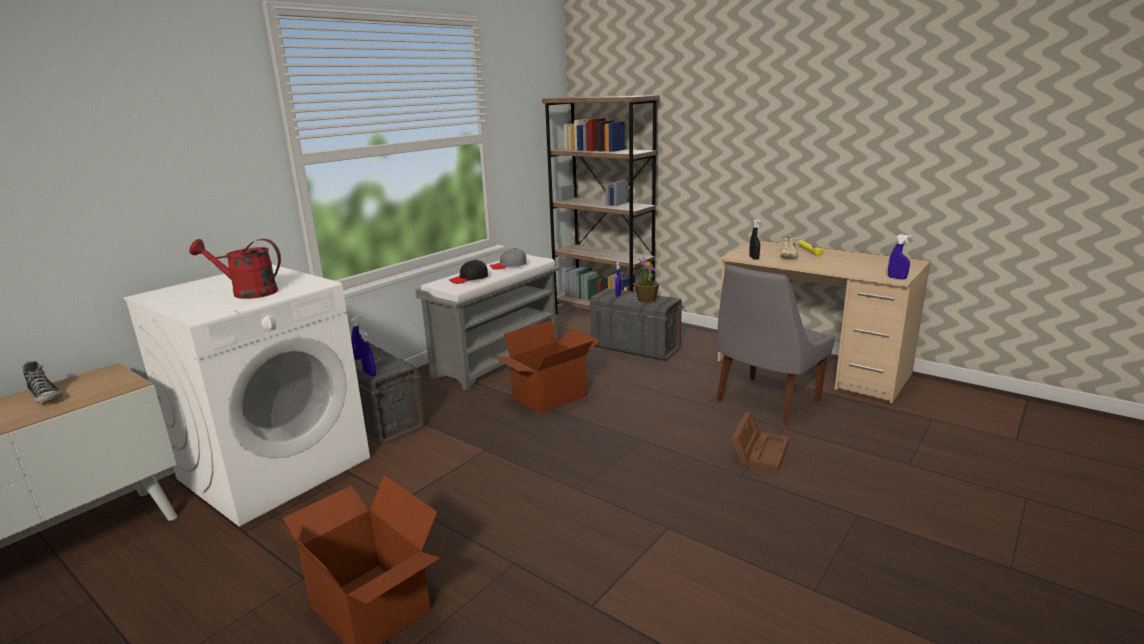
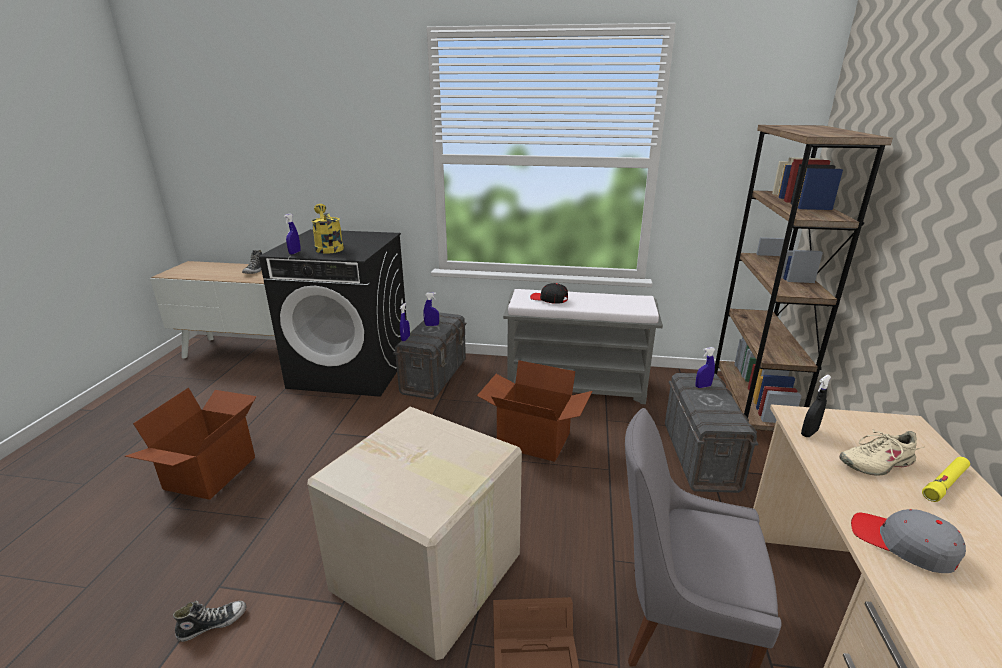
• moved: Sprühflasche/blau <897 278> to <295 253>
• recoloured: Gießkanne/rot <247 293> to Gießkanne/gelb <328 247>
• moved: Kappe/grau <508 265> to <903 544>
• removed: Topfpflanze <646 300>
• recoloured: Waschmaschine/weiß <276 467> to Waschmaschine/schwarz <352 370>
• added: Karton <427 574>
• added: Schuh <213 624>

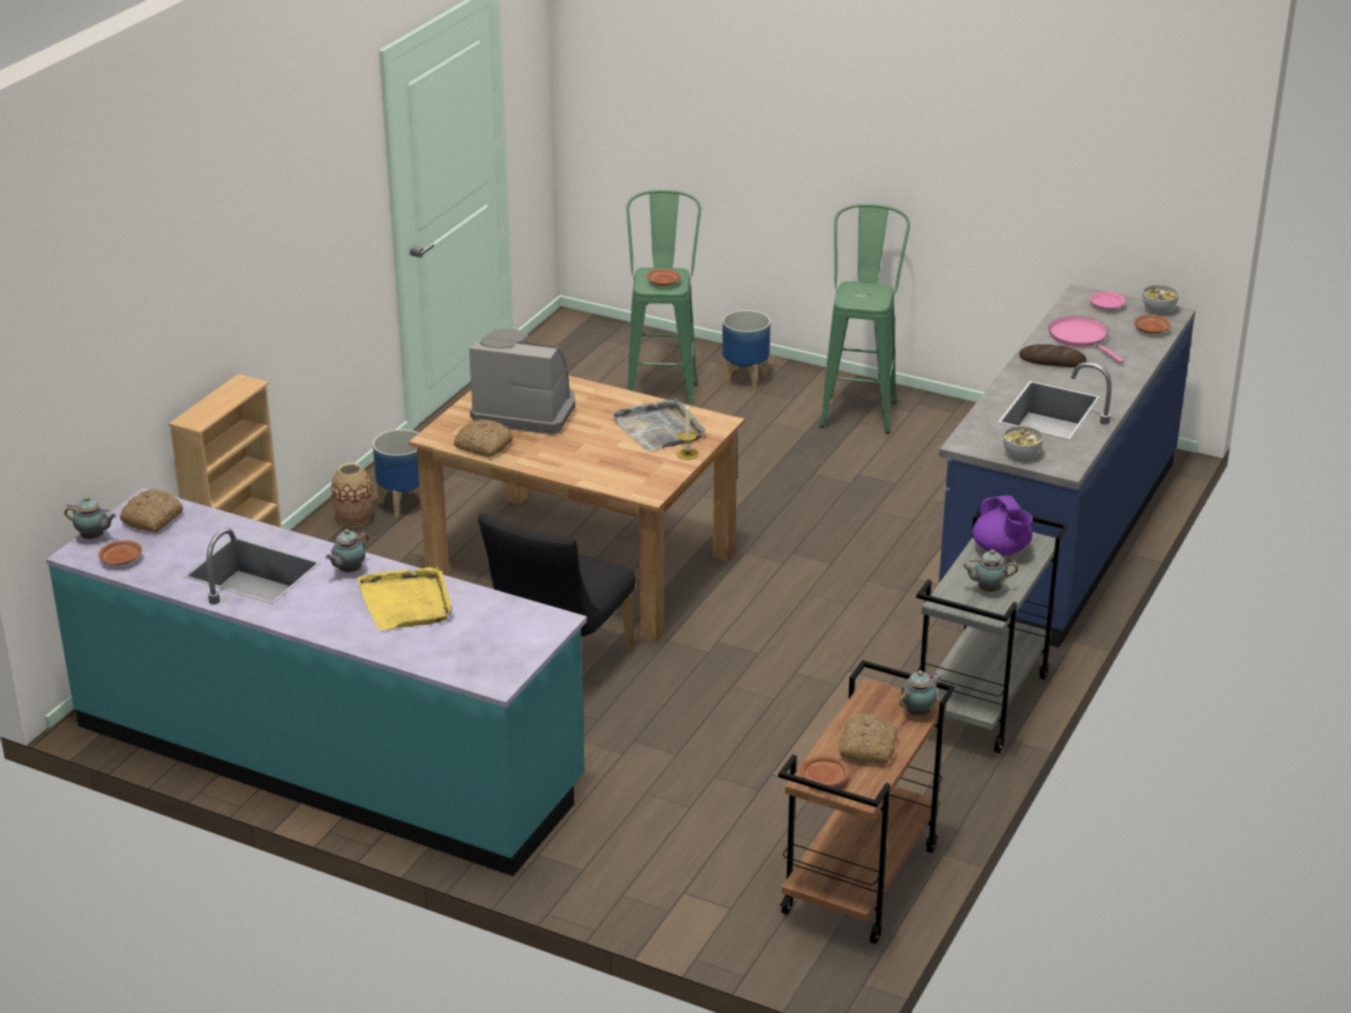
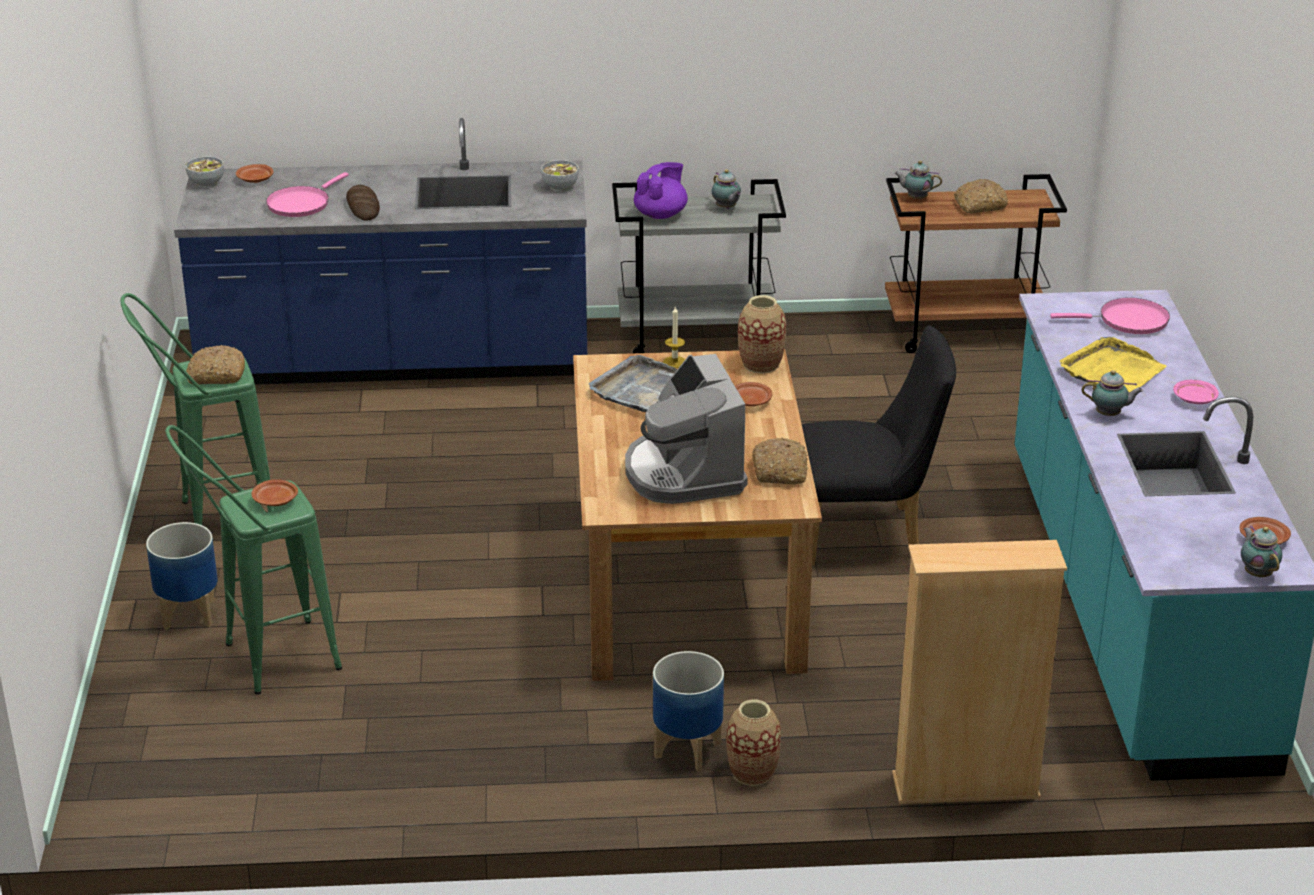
• moved: Teller/rosa <1106 306> to <1194 399>
• moved: Brot <152 518> to <216 375>
• moved: Teller/braun <824 778> to <750 401>
• added: Vase <761 364>
• added: Pfanne/rosa <1128 321>

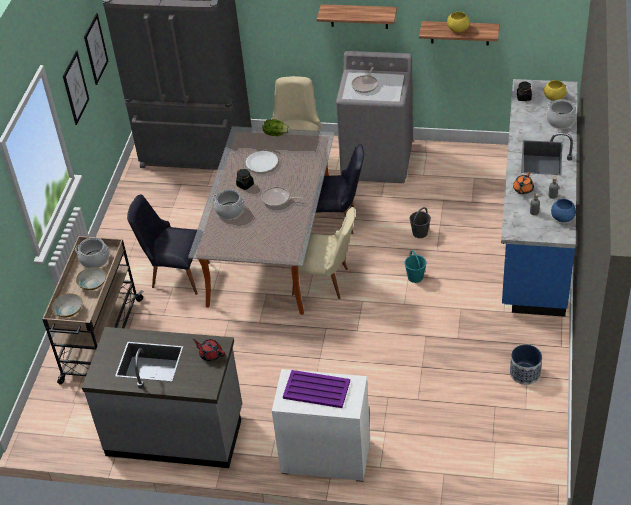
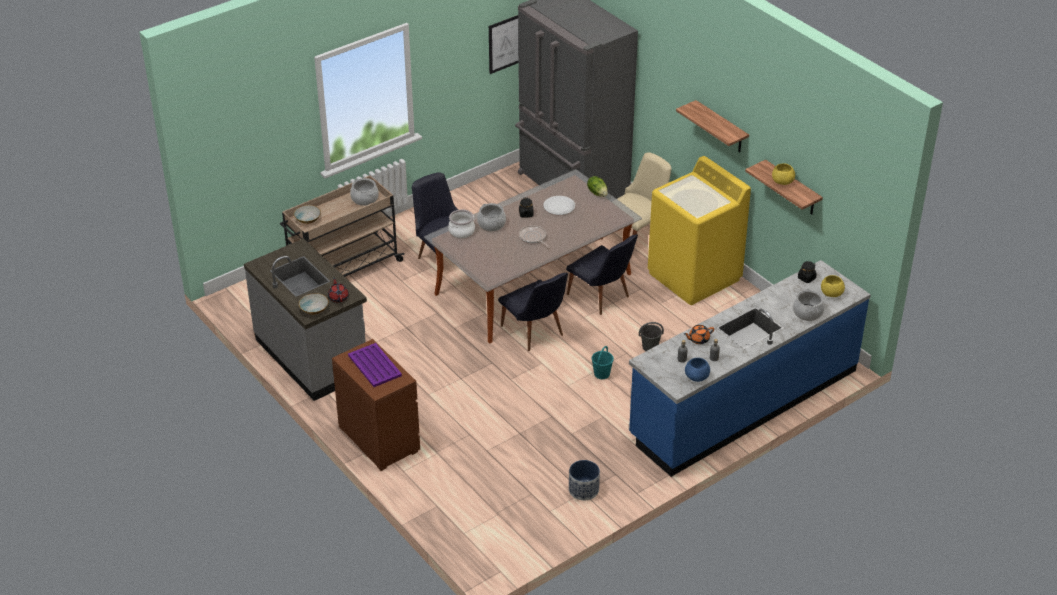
• removed: Bild <75 87>
• recoloured: Waschmaschine/grau <377 161> to Waschmaschine/gelb <694 277>
• removed: Pfanne <365 85>
• recoloured: Stuhl/beige <326 282> to Stuhl/schwarz <535 334>
• moved: Schüssel <92 284> to <314 309>
• recoloured: Kommode/weiß <325 457> to Kommode/braun <379 439>
• added: Kochtopf <461 231>

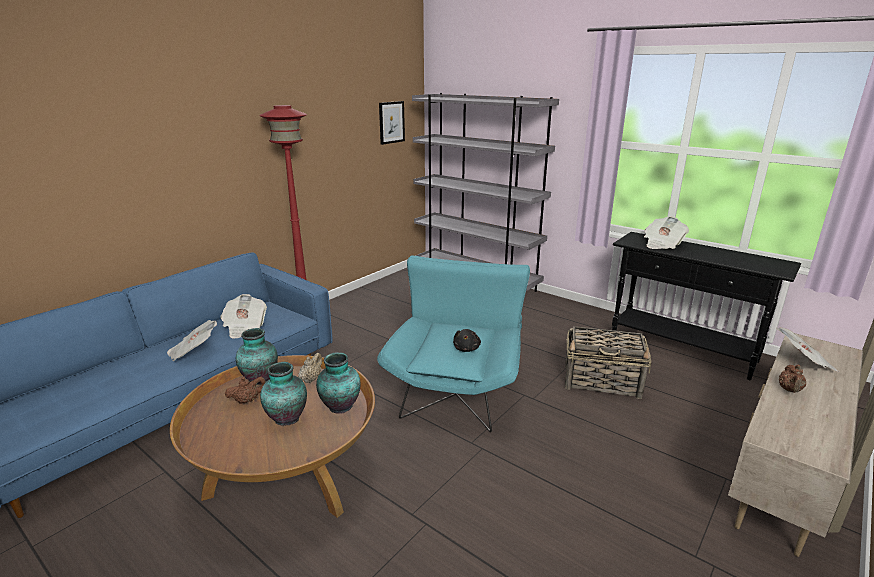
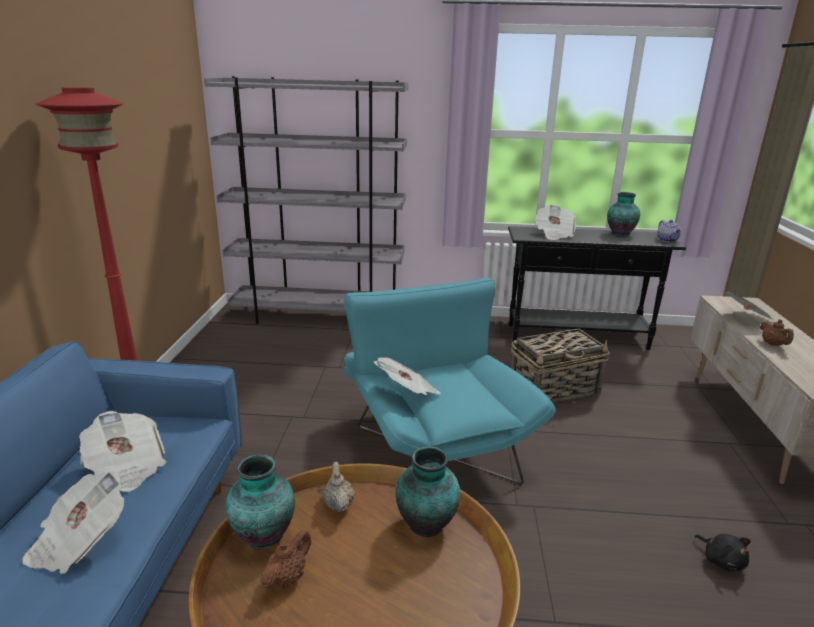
• removed: Bild <391 122>
• moved: Plüschtier/schwarz <466 348> to <721 560>
• moved: Vase <286 417> to <619 234>
• added: Teekanne <667 240>
• added: Zeitung <407 392>

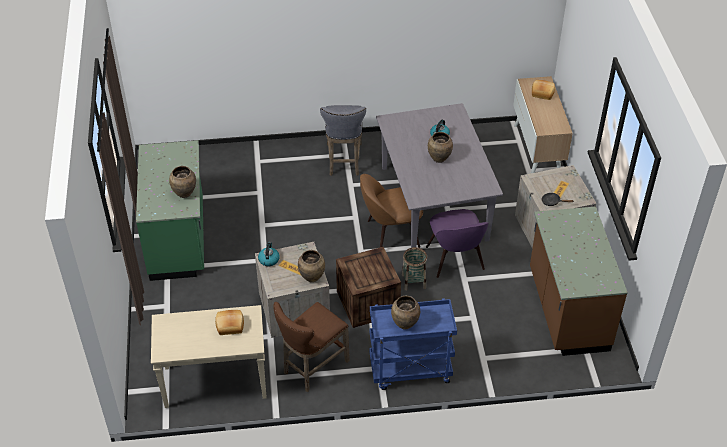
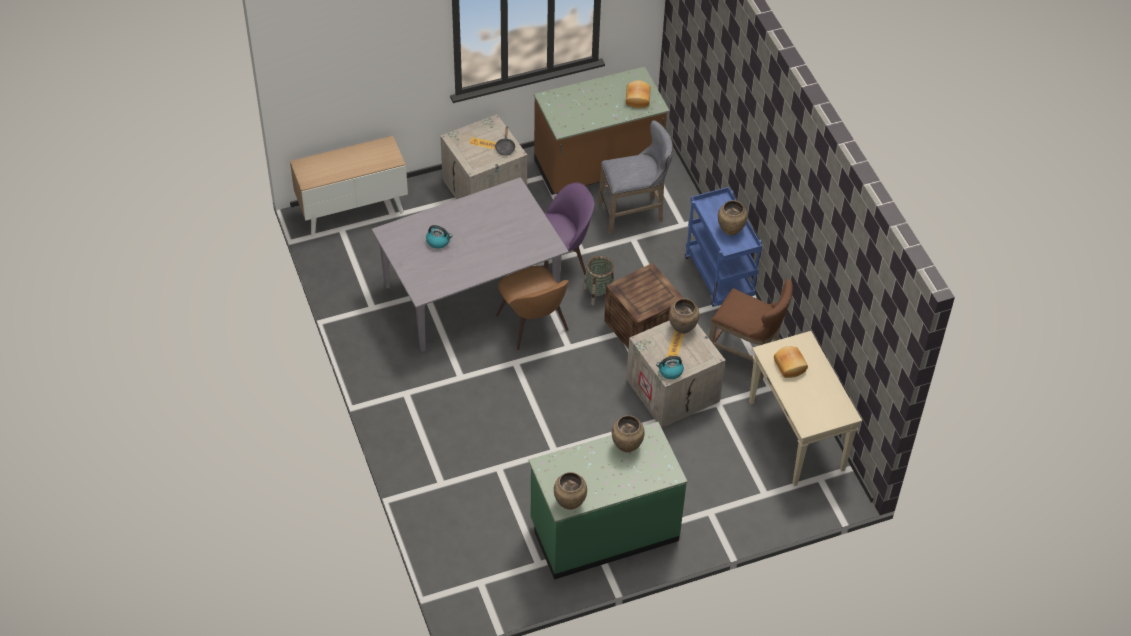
• moved: Brot <542 93> to <637 99>
• moved: Hocker/grau <344 161> to <634 213>
• moved: Vase/braun <439 158> to <570 503>

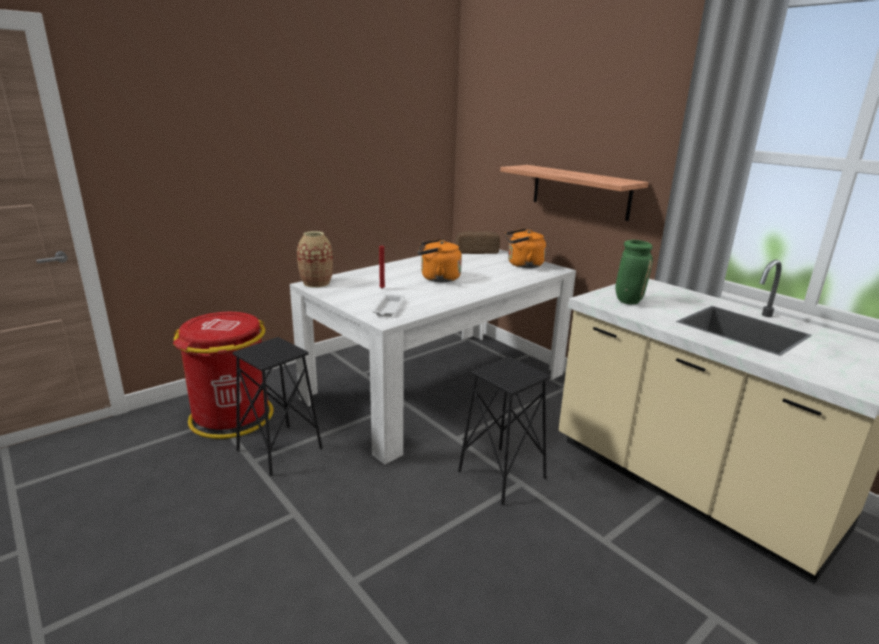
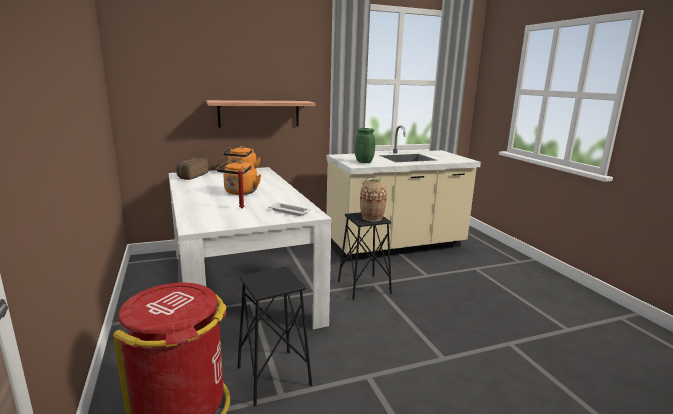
• moved: Vase <316 283> to <372 218>

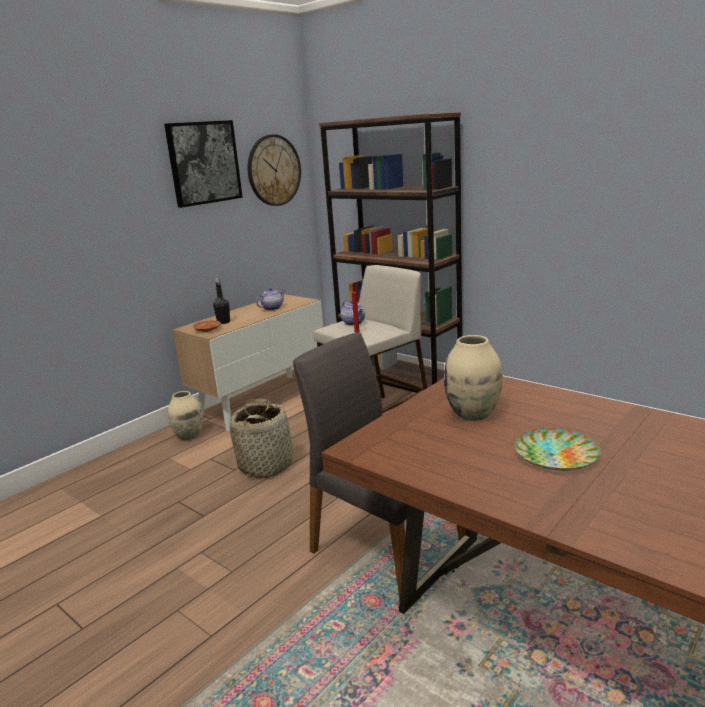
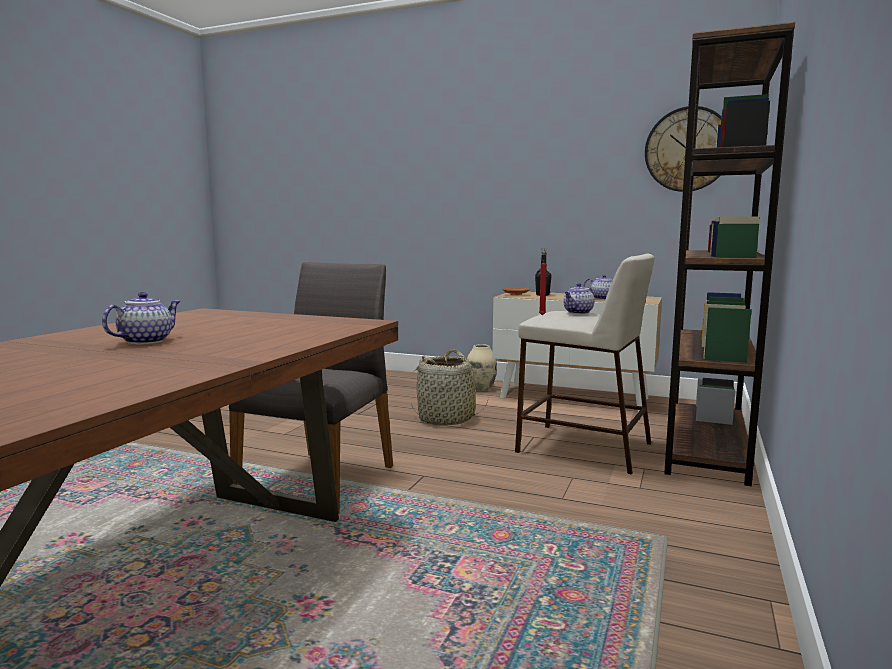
• removed: Bild <204 163>
• removed: Vase/beige <473 414>
• replaced: Teller <555 454> to Teekanne <146 341>

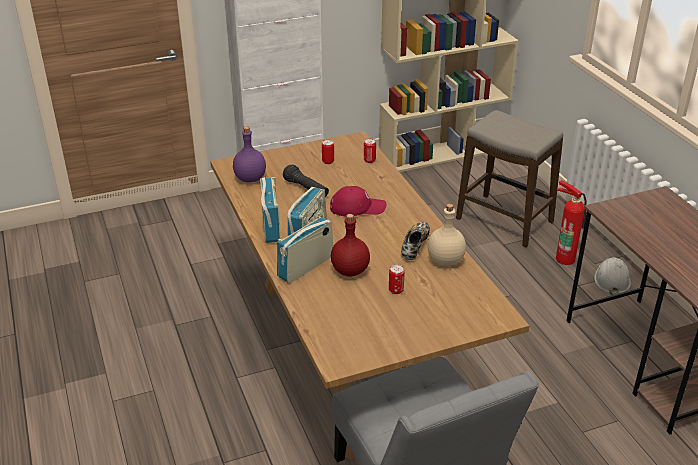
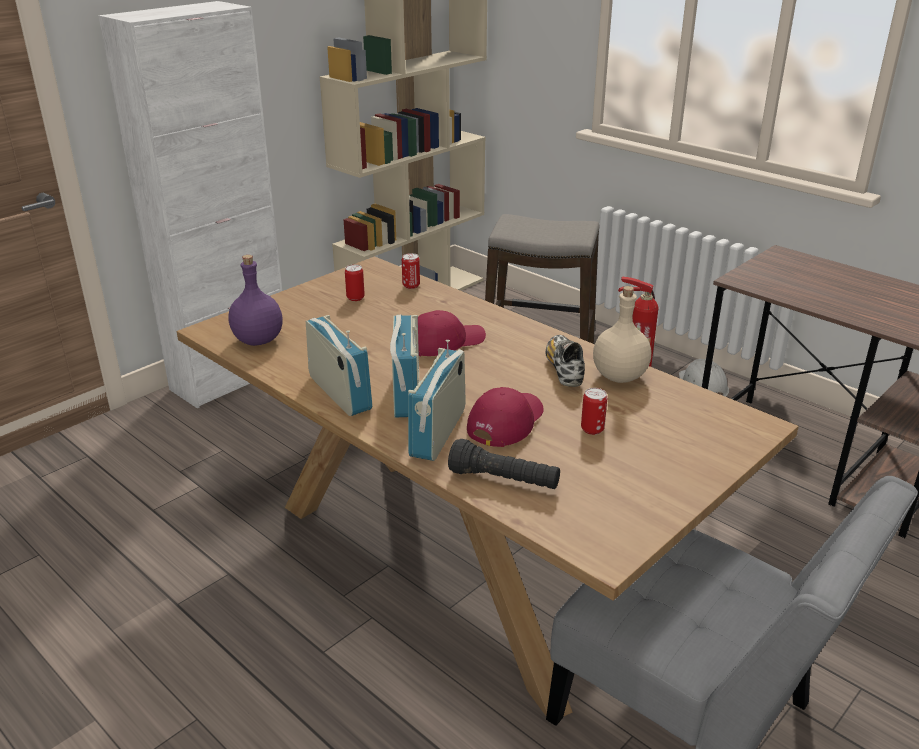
• moved: Taschenlampe/schwarz <306 189> to <504 480>
• replaced: Flasche/rot <349 271> to Kappe/rot <505 422>

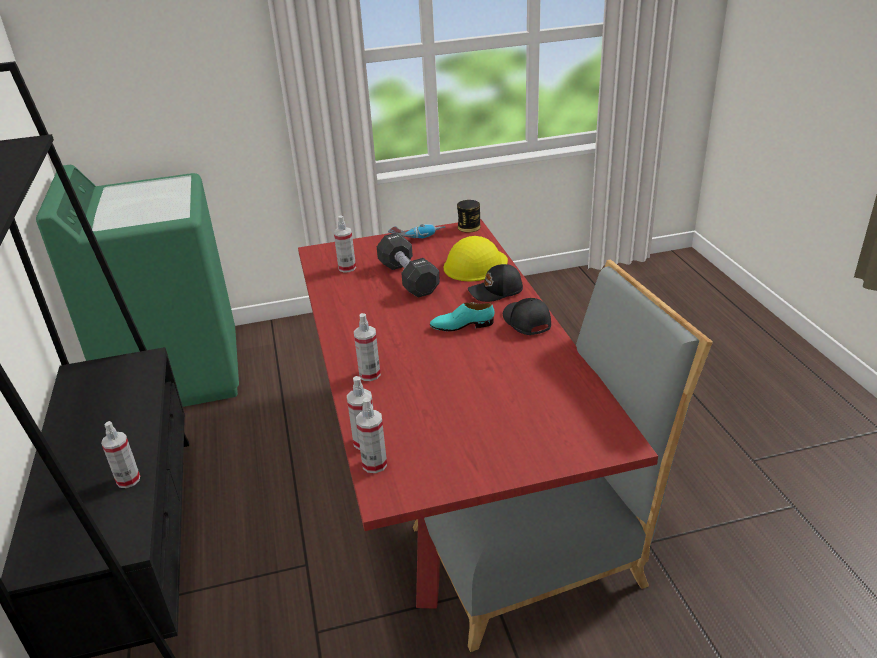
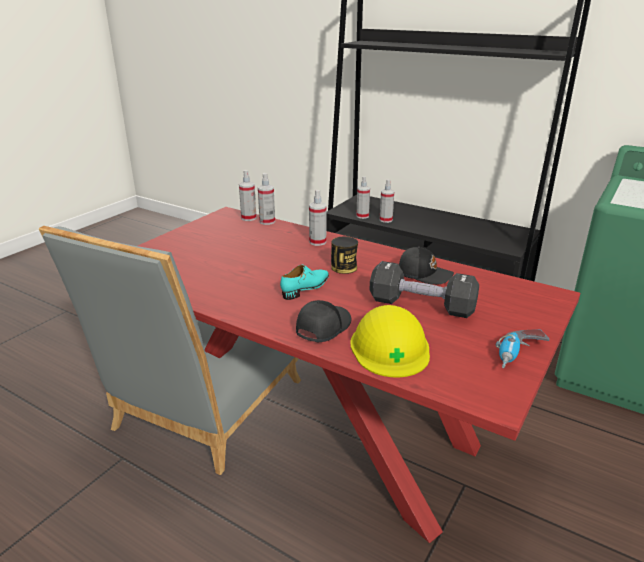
• moved: Dose <469 227> to <344 267>
• moved: Sprühflasche <347 268> to <362 216>
• moved: Kappe/schwarz <526 322> to <424 274>

